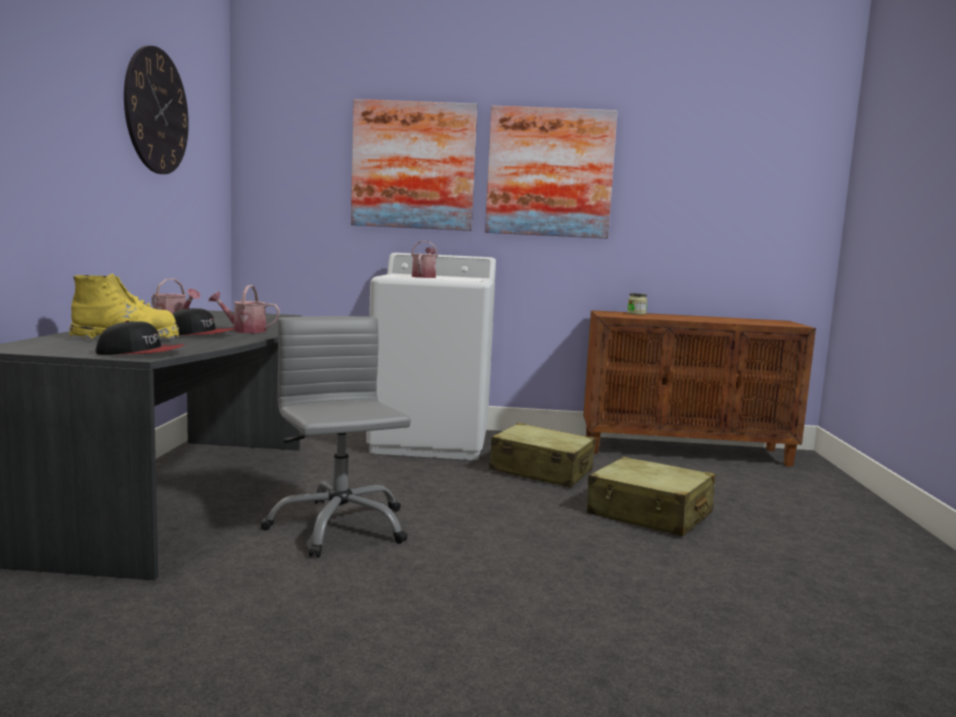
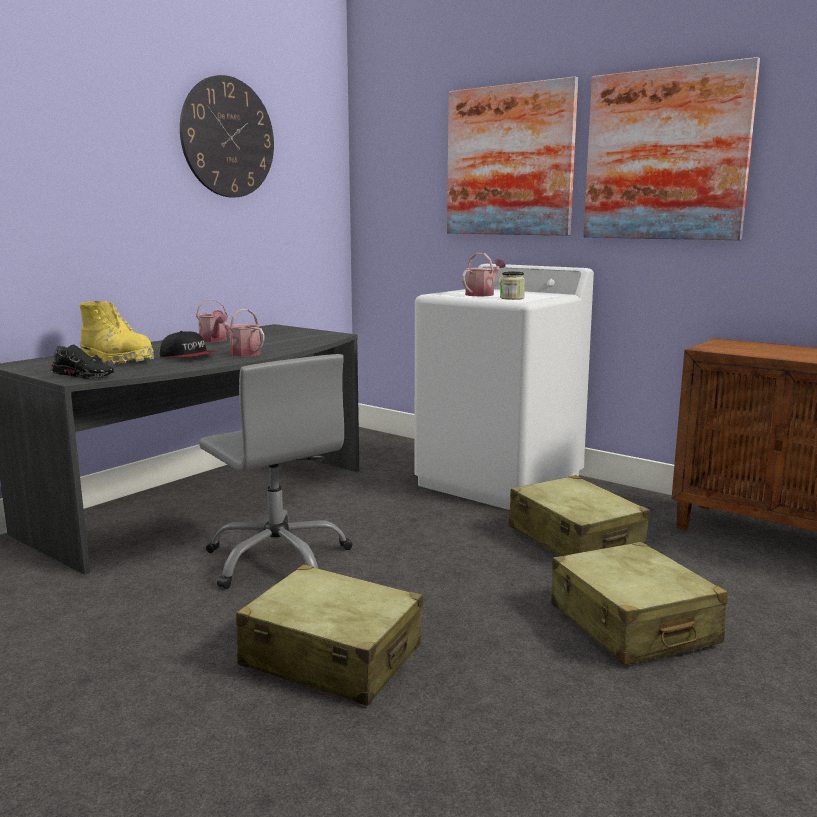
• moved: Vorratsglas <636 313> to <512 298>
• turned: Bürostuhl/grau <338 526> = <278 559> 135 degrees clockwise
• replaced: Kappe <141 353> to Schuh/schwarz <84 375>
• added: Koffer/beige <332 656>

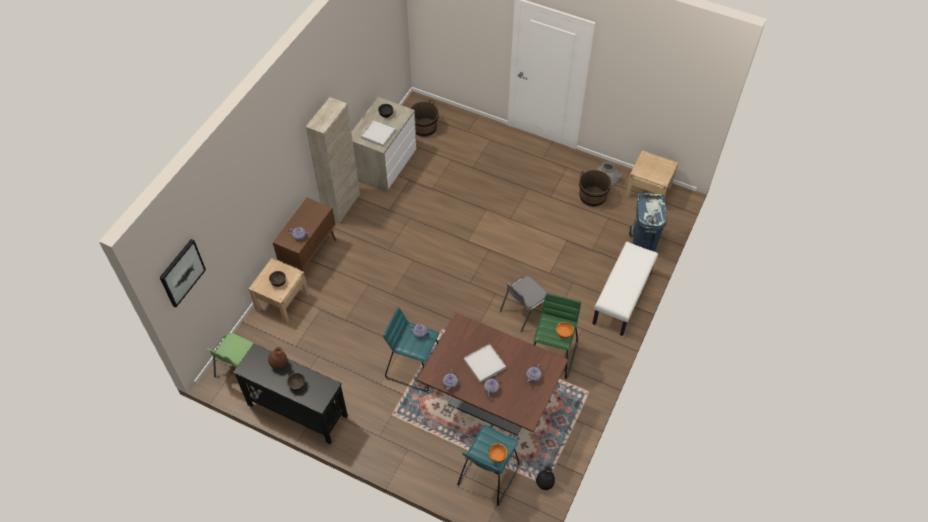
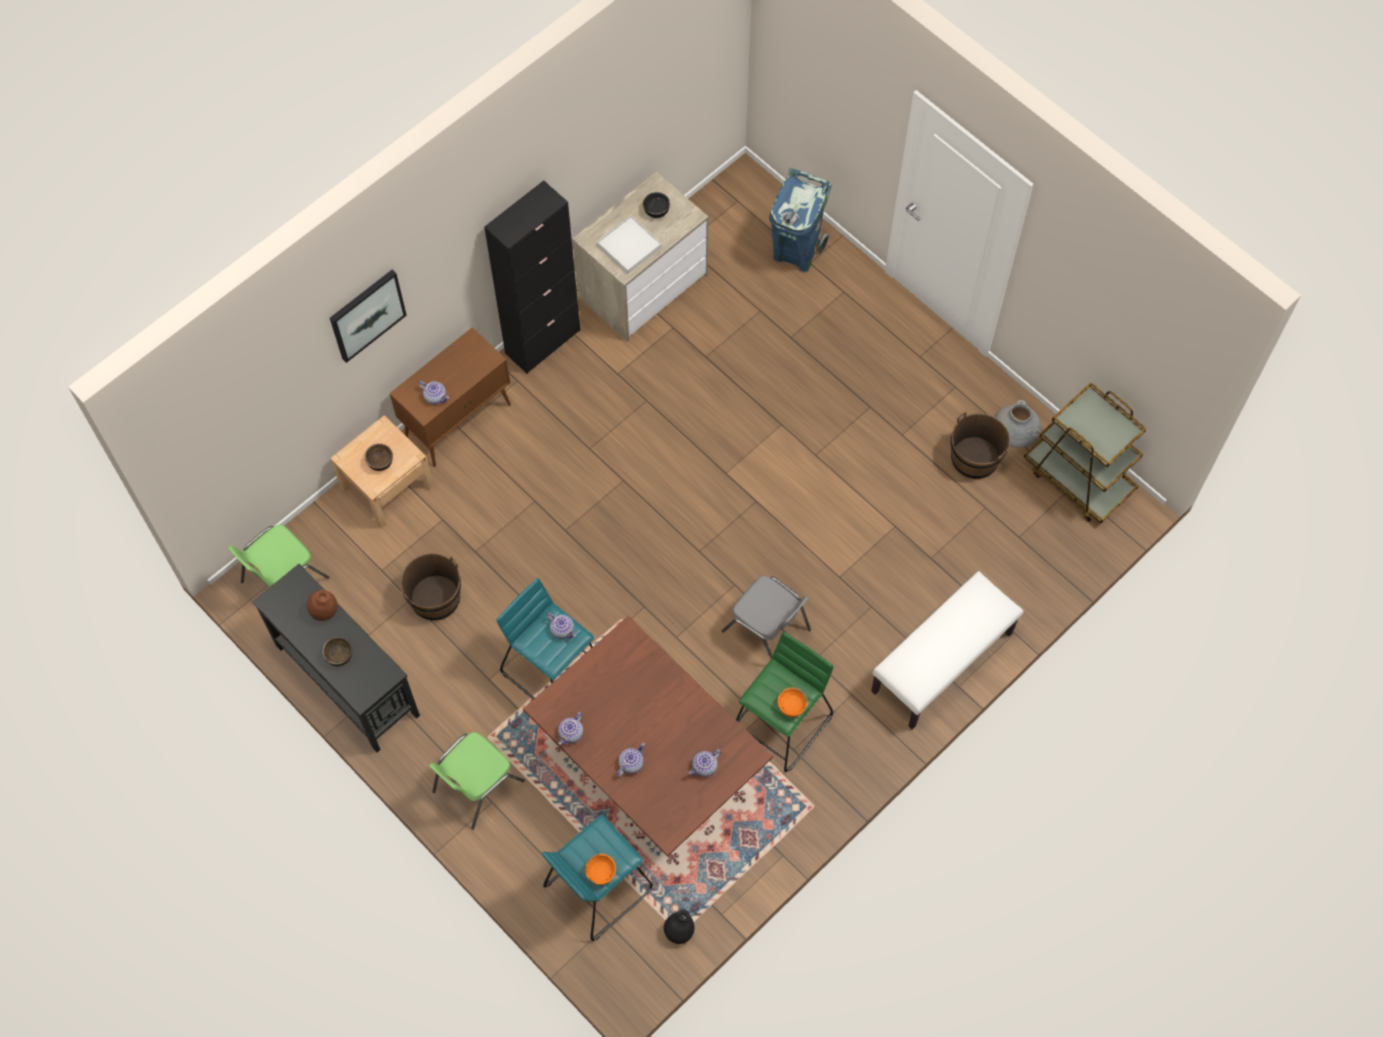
• recoloured: Schrank/beige <342 205> to Schrank/schwarz <543 342>
• moved: Eimer/braun <424 128> to <435 598>
• replaced: Nachttisch/beige <648 191> to Rollwagen/braun <1078 478>
• moved: Mülleimer/blau <643 242> to <796 252>
• moved: Bild <181 272> to <366 314>
• turned: Stuhl/grau <524 311> = <767 631> 120 degrees counterclockwise
• removed: Tablett/weiß <484 364>
• added: Stuhl/grün <476 786>

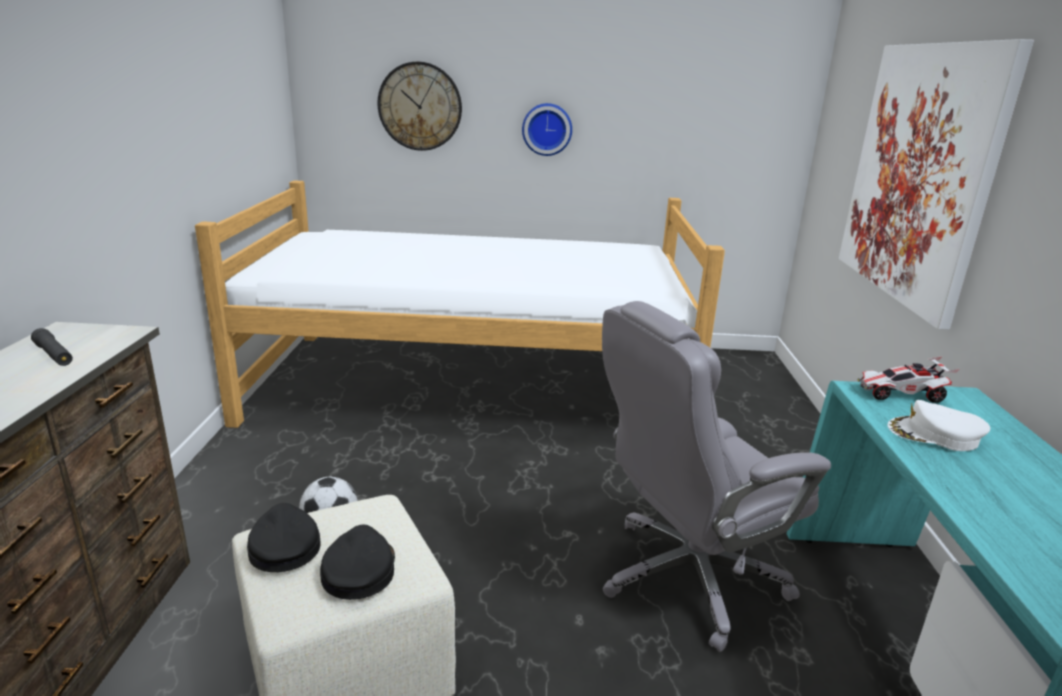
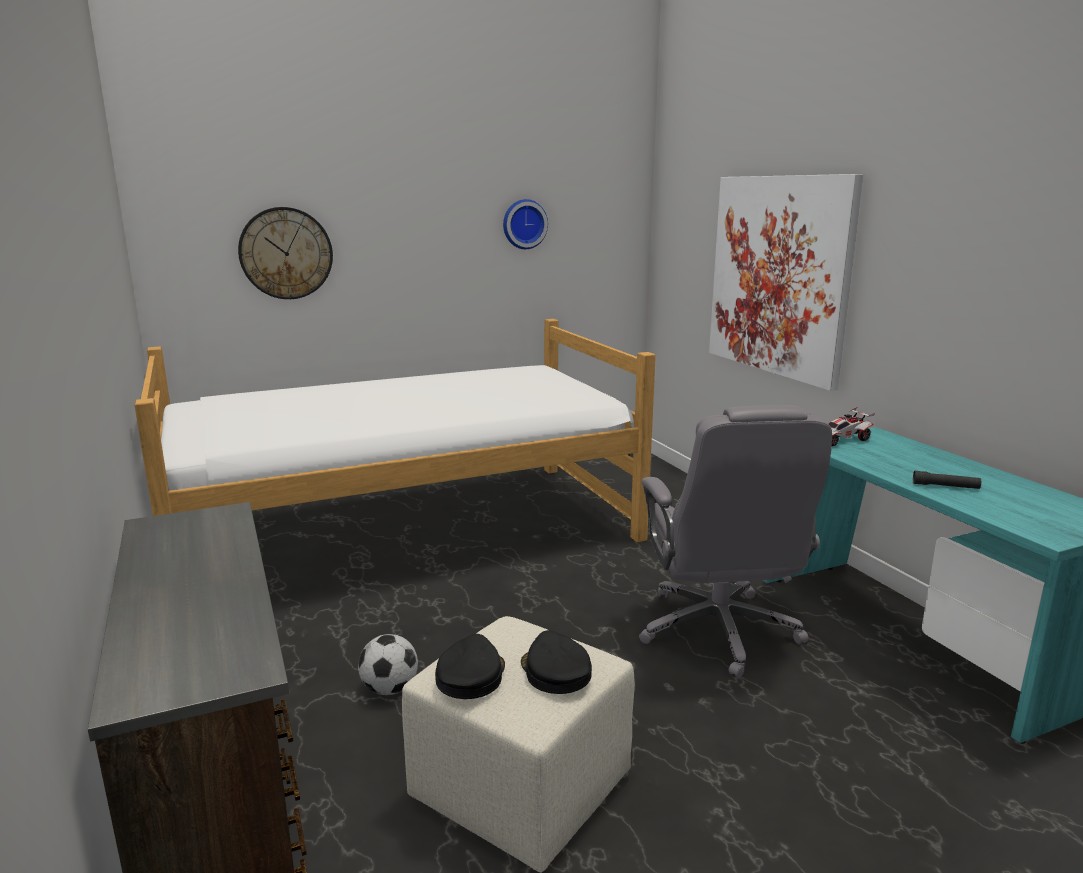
• moved: Wanduhr <547 129> to <524 224>
• turned: Bürostuhl/grau <687 577> = <719 631> 45 degrees counterclockwise
• moved: Taschenlampe/schwarz <54 355> to <945 486>
• removed: Kappe/weiß <935 435>
• turned: Kappe/schwarz <284 546> = <470 676> 60 degrees clockwise

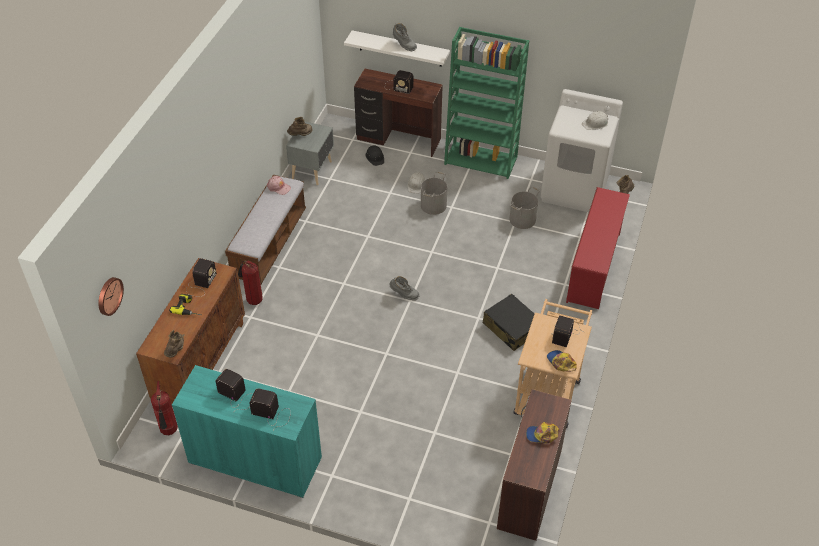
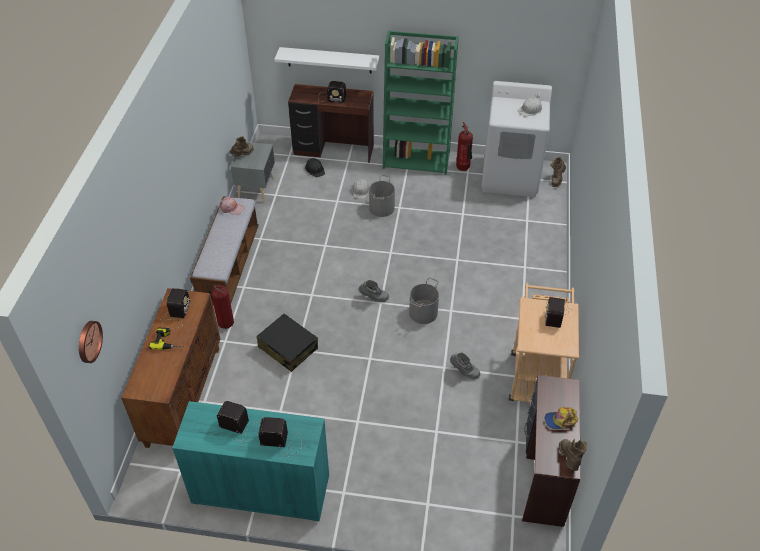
• moved: Stiefel/grau <403 45> to <464 372>
• moved: Eimer/grau <523 219> to <423 313>
• removed: Schuhregal/rot <594 267>
• moved: Koffer/schwarz <511 328> to <288 348>
• moved: Stiefel/braun <176 350> to <569 459>
• removed: Kappe <560 362>
• moved: Feuerlöscher <169 432> to <463 169>

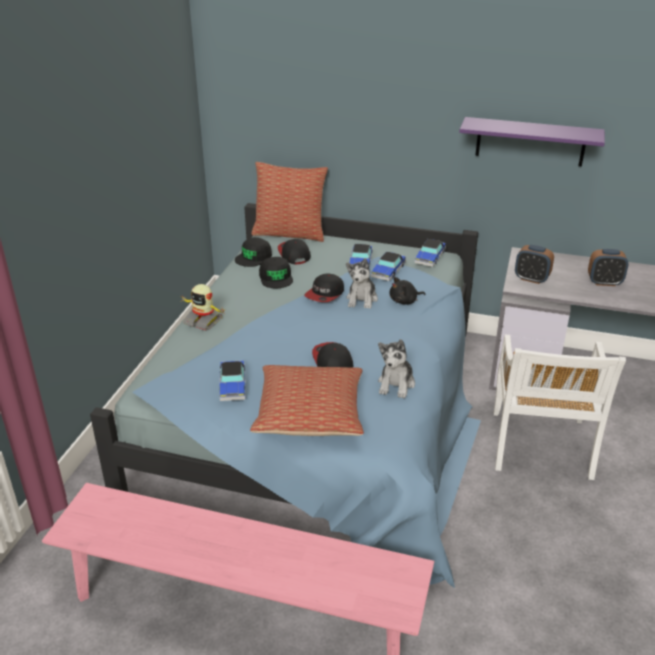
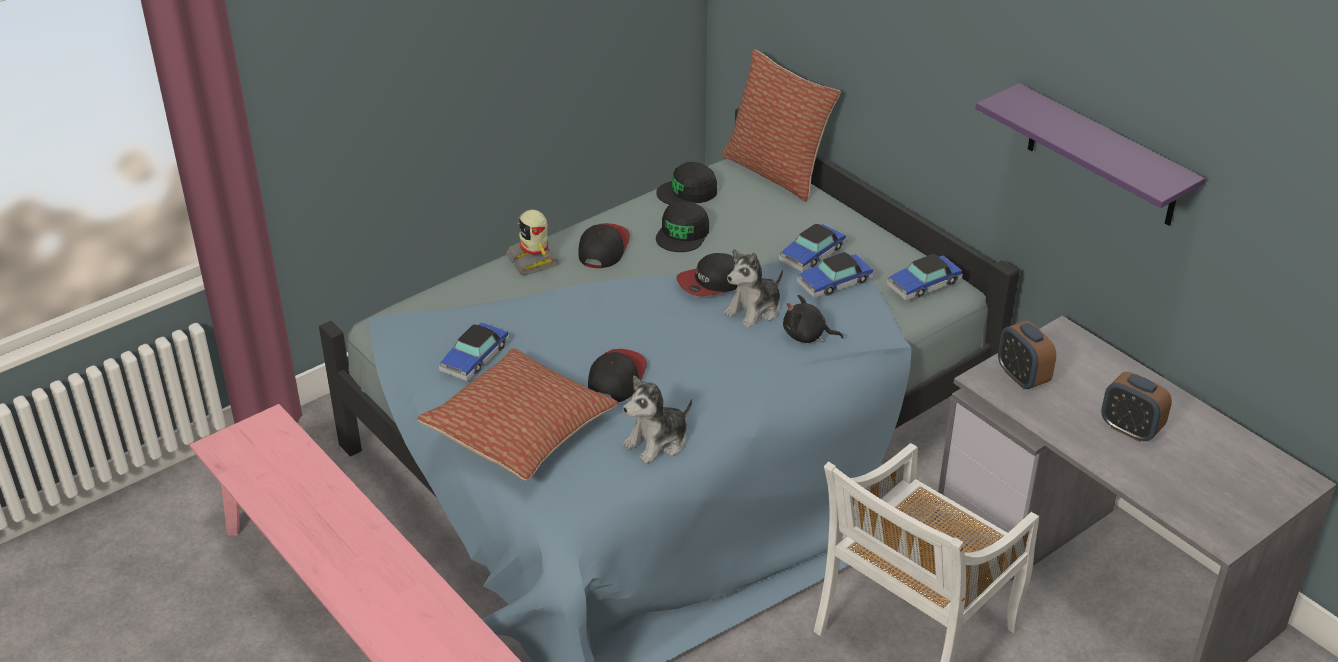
• moved: Kappe <293 254> to <603 248>

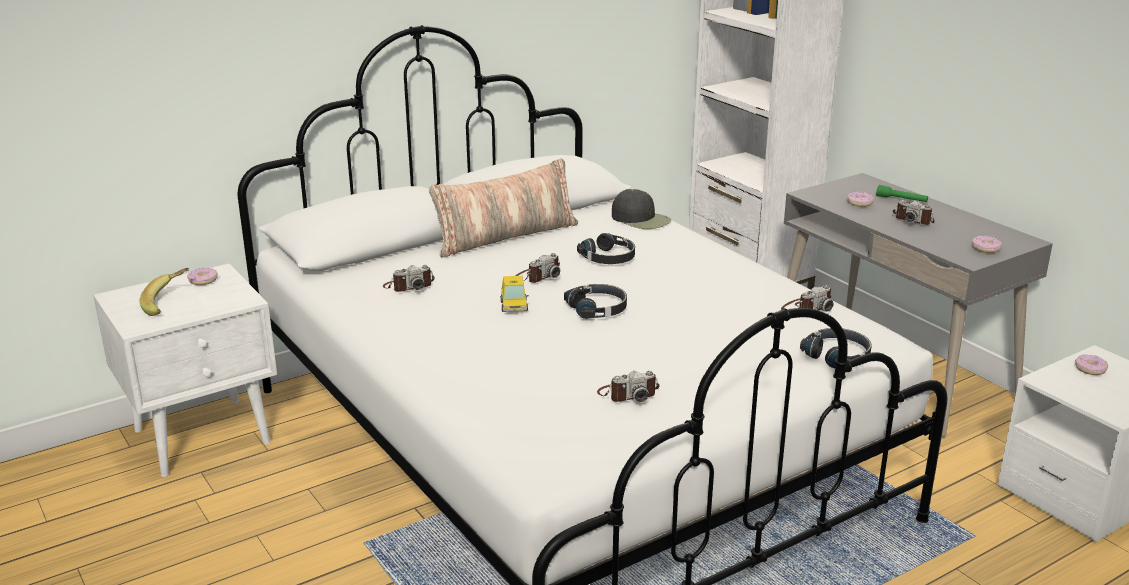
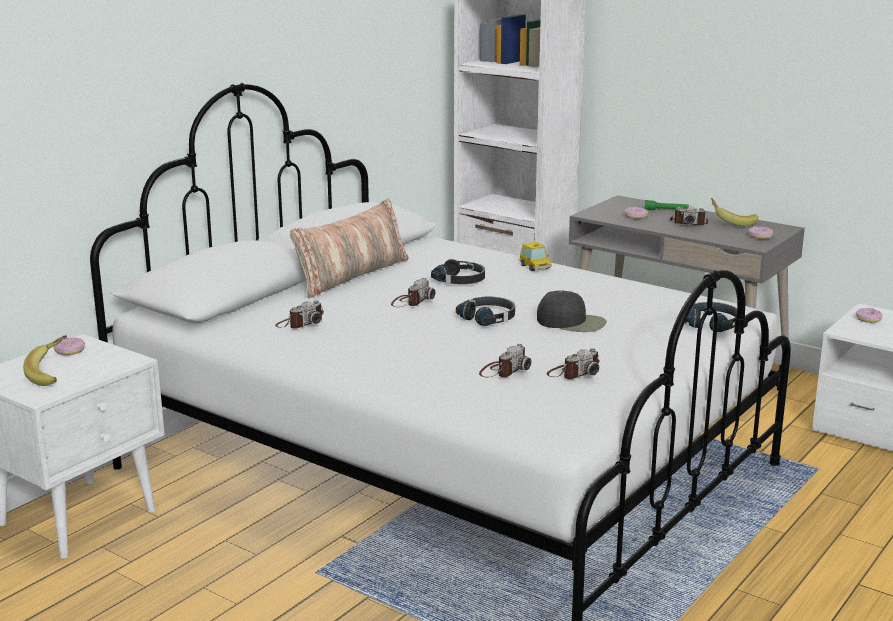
• moved: Kappe/schwarz <641 219> to <572 322>
• moved: Spielzeugauto <514 306> to <535 267>
• moved: Kamera <806 308> to <503 370>
• added: Banane <732 222>

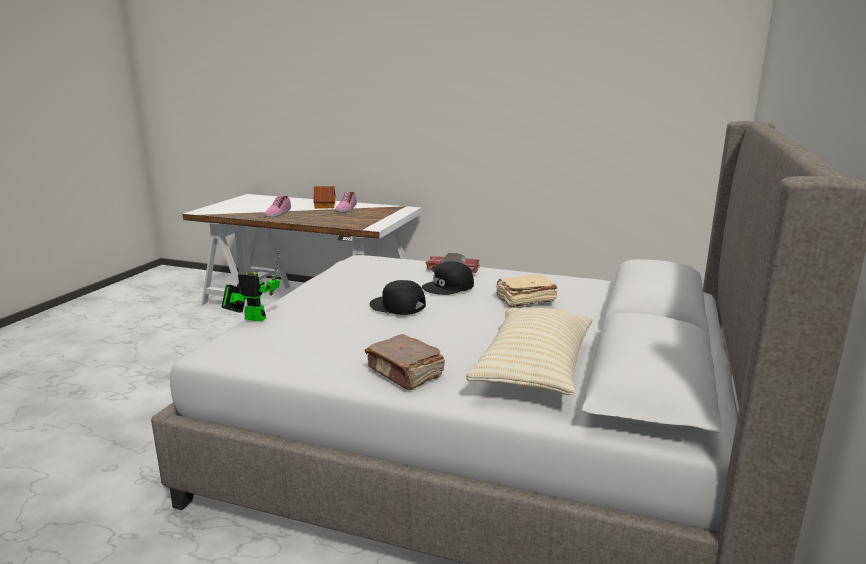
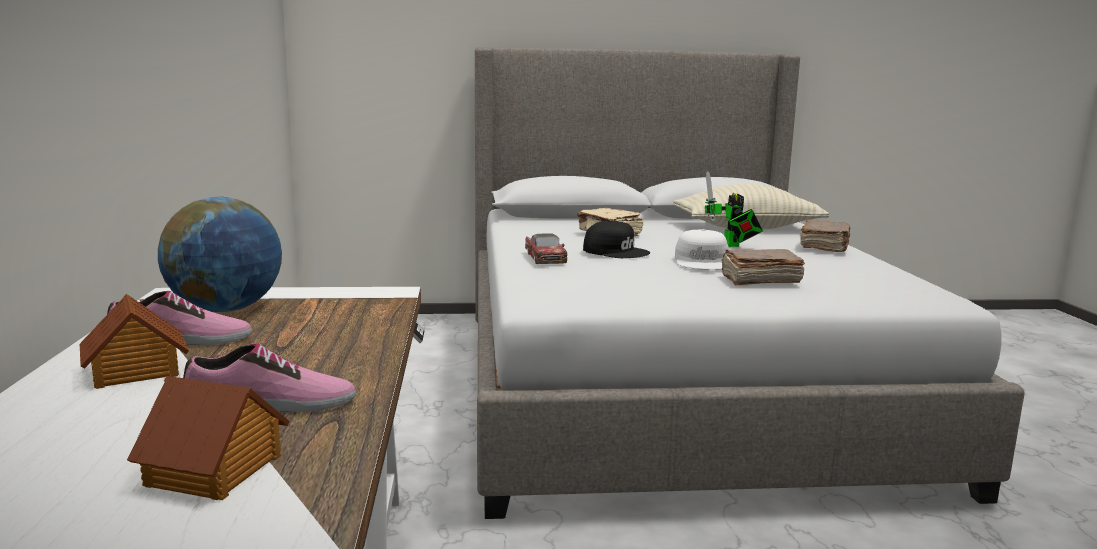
• moved: Spielzeugroboter <252 318> to <732 245>
• recoloured: Kappe/schwarz <397 306> to Kappe/weiß <703 262>
• added: Globus <226 309>
• added: Buch/braun <759 280>
• added: Spielzeughaus <216 470>

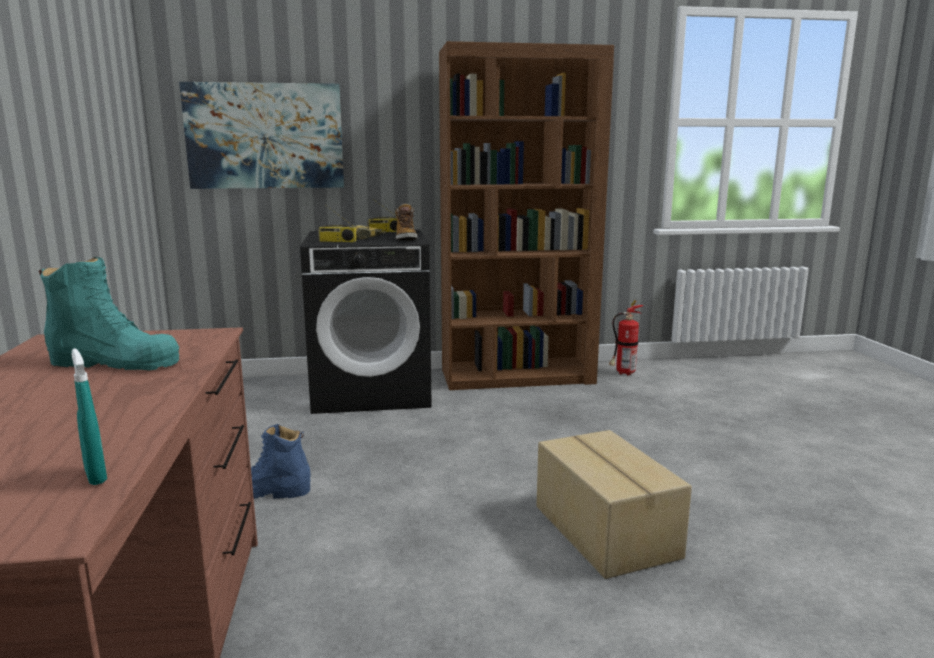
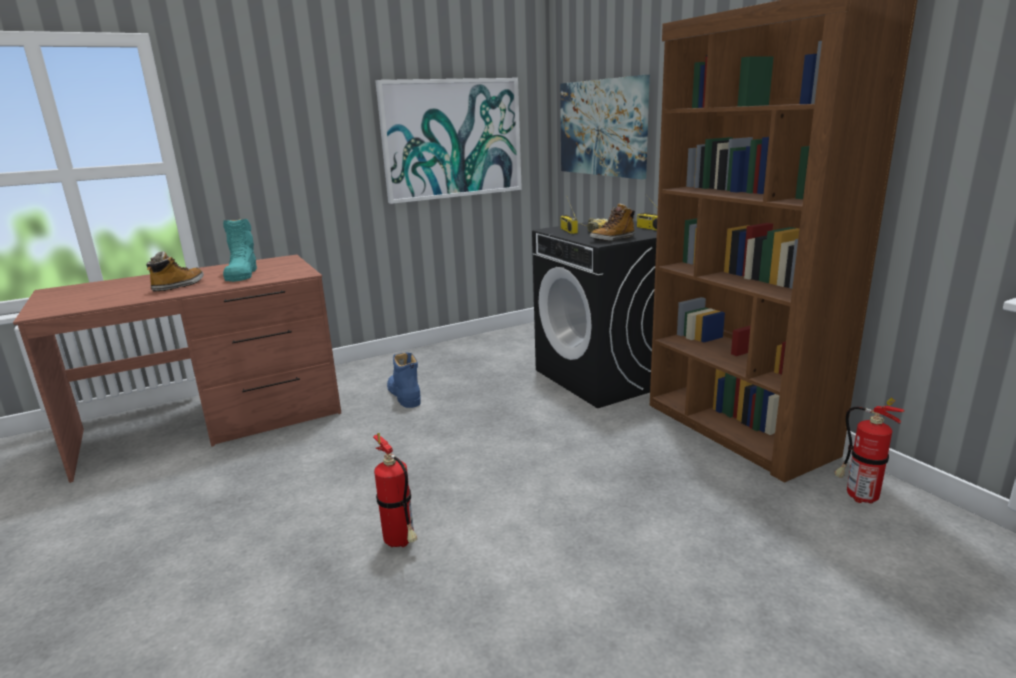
• removed: Sprühflasche/türkis <95 476>
• replaced: Karton <604 532> to Feuerlöscher <401 543>
• added: Bild <452 139>
• added: Stiefel <179 286>

